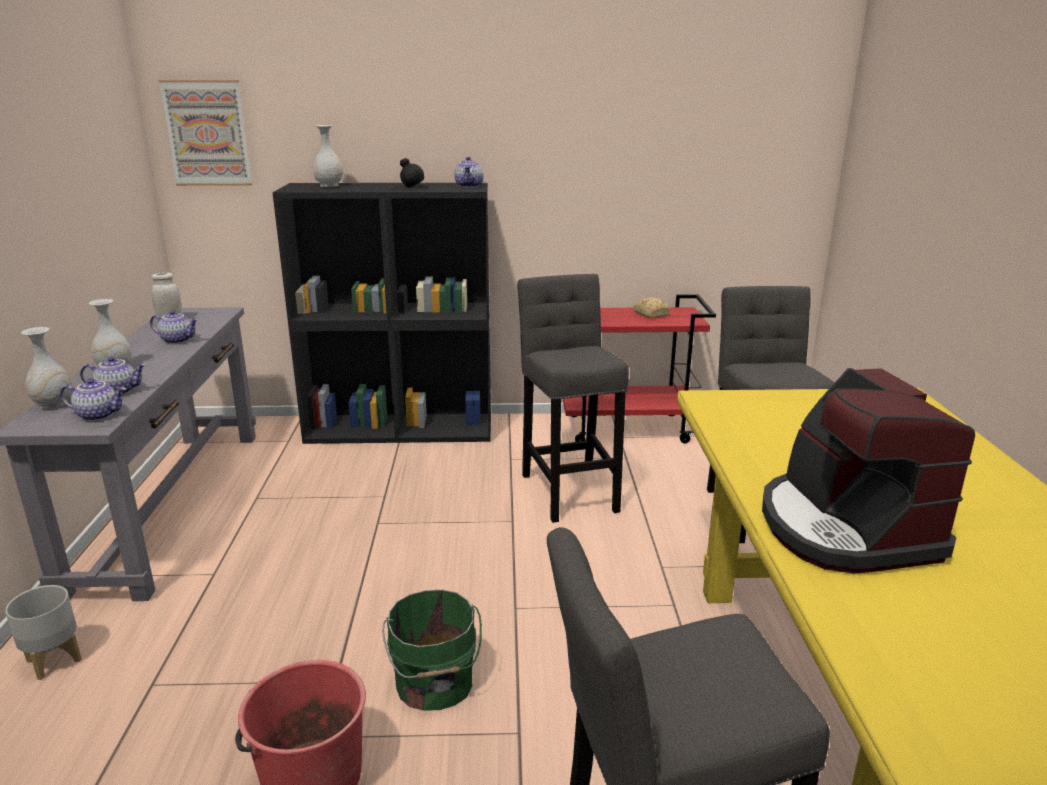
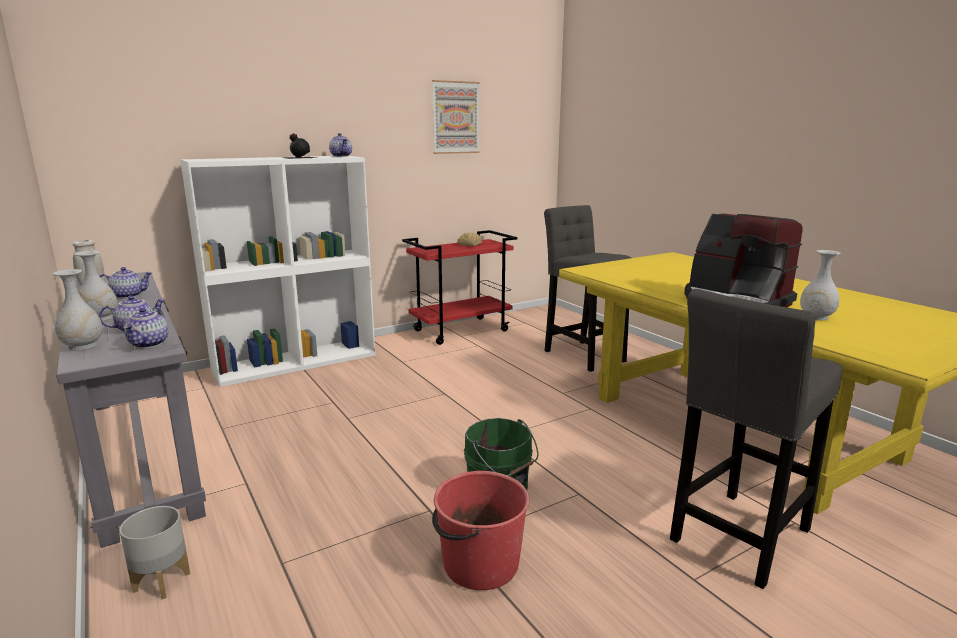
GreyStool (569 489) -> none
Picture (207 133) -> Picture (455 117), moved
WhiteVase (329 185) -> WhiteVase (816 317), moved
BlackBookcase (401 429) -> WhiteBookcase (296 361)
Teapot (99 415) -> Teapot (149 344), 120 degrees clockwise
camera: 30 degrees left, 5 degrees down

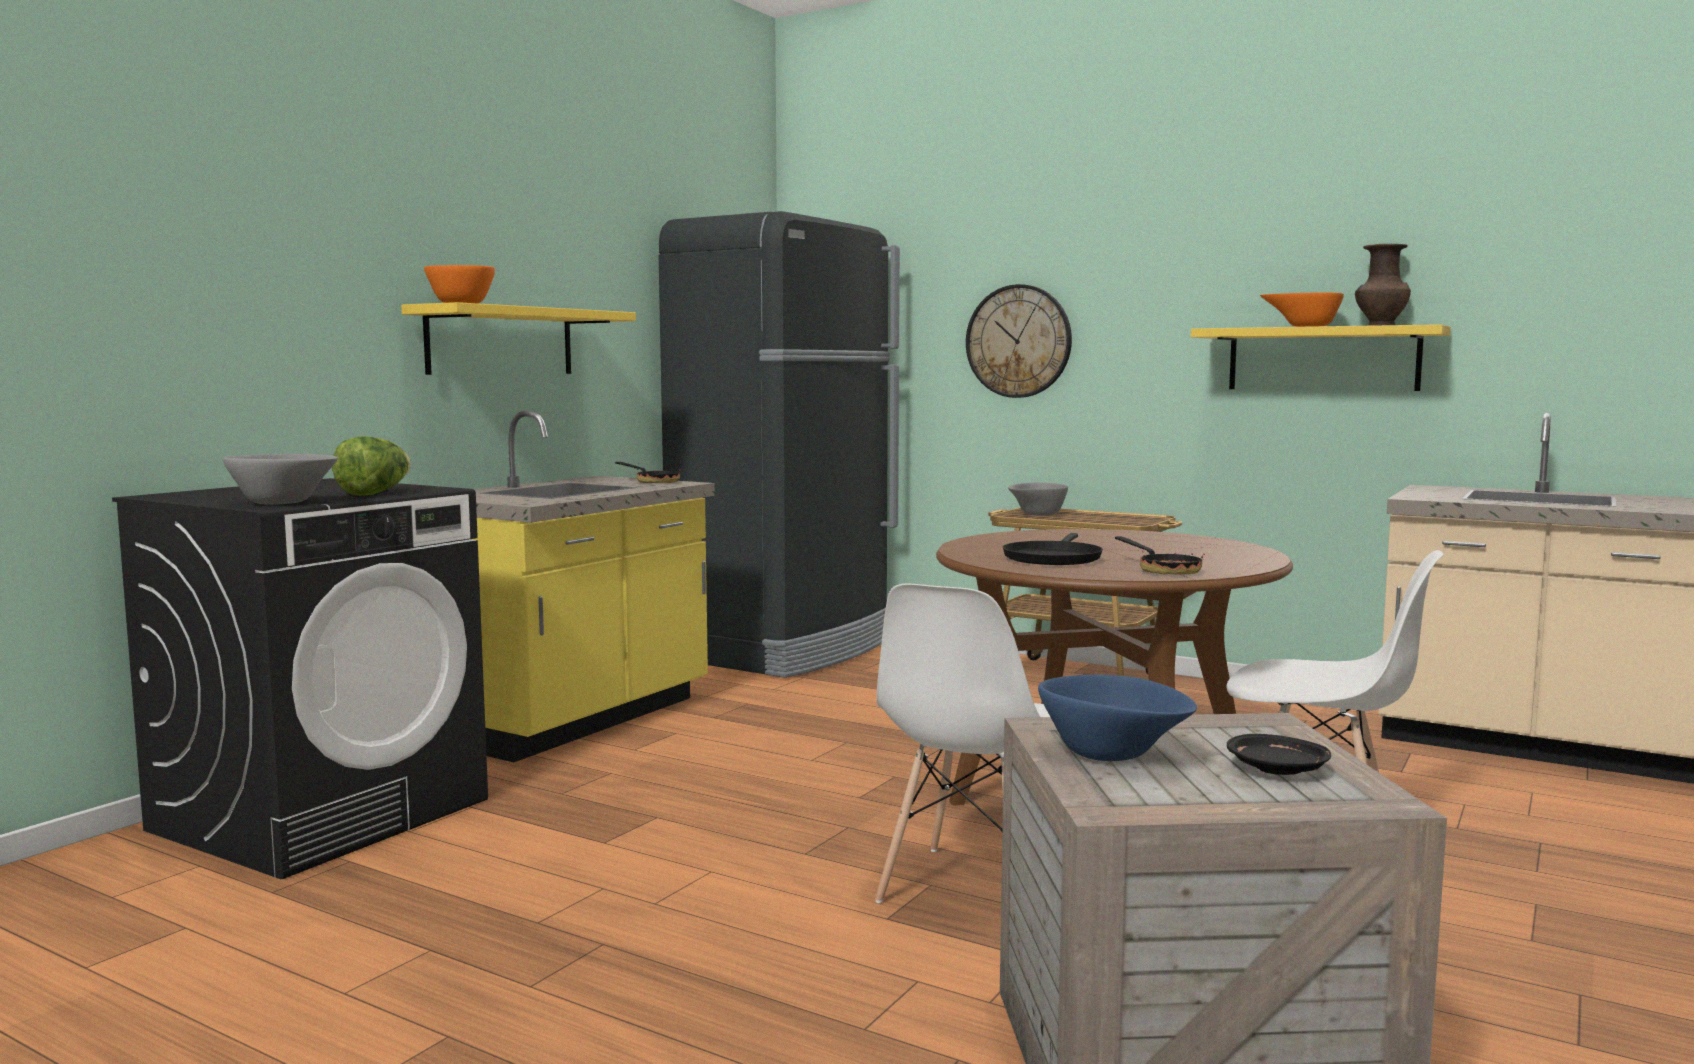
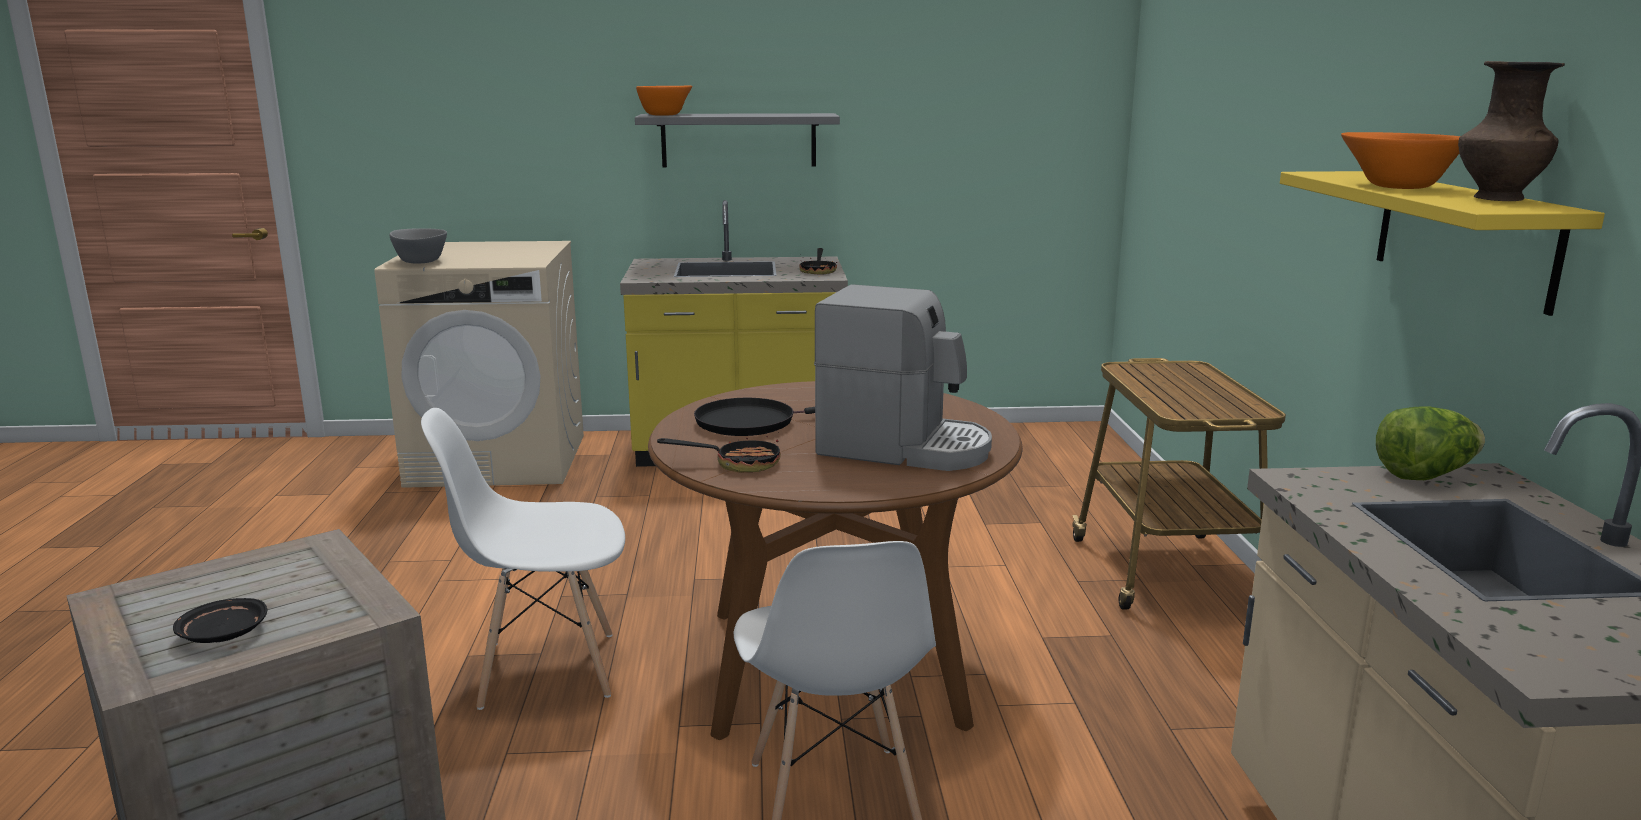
BlackFridge (785 650) -> none
WallClock (1018 341) -> none
GreyBowl (1036 515) -> none
BlueBowl (1116 756) -> none
none -> CoffeeMachine (904 448)
Lettuce (375 493) -> Lettuce (1425 475), moved
BlackWashingMachine (322 814) -> BeigeWashingMachine (499 460)
YellowShelf (501 341) -> GreyShelf (738 140)
FryingPan (1163 570) -> FryingPan (737 464), 120 degrees counterclockwise
camera: 55 degrees right, 10 degrees up

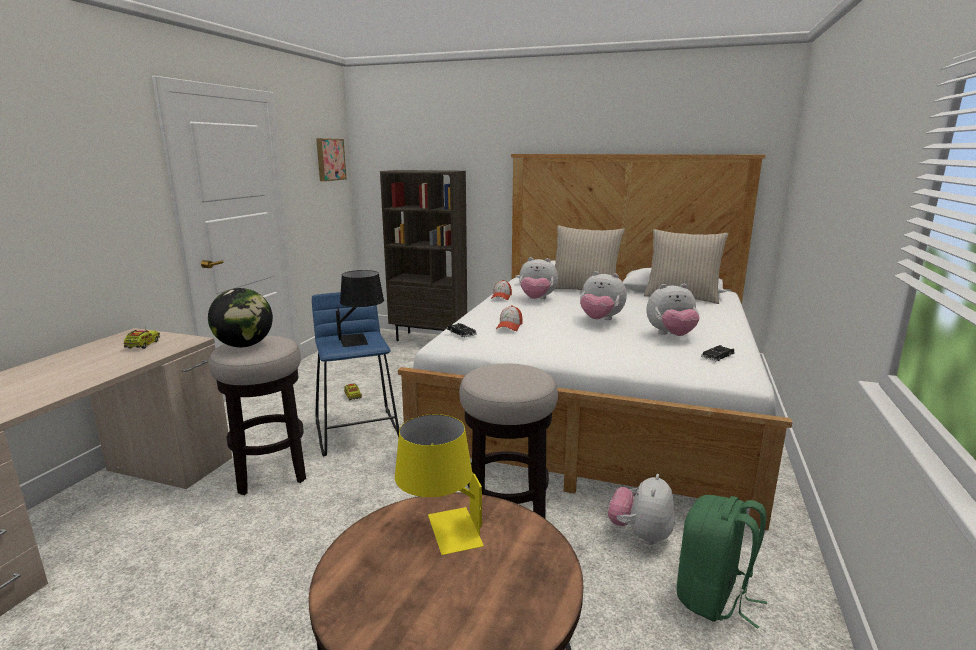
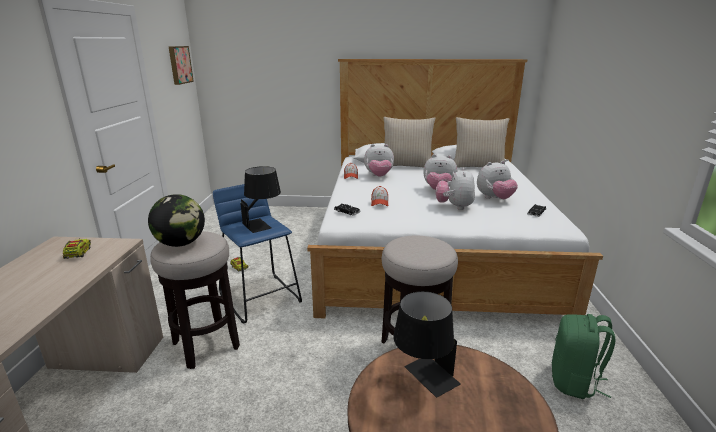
BrownBookcase (429 339) -> none
PlushToy (640 534) -> PlushToy (454 207), moved
YellowTableLamp (440 533) -> BlackTableLamp (423 379)
camera: 15 degrees left, 5 degrees up

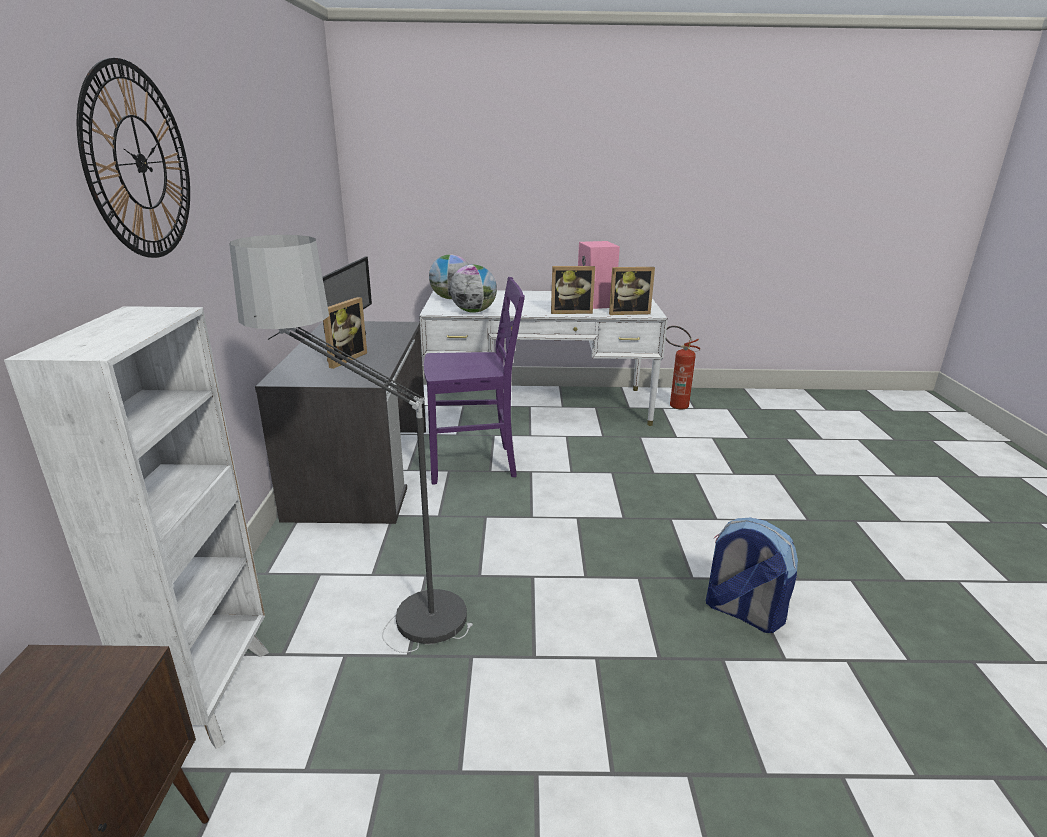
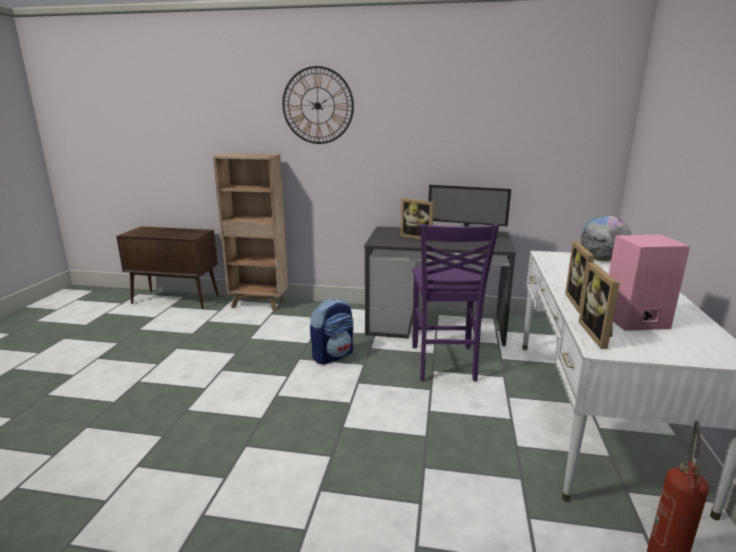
FloorLamp (378 611) -> none
Globe (473 311) -> none
Backpack (741 612) -> Backpack (333 355), moved
WhiteBookcase (213 691) -> BrownBookcase (259 304)
camera: 100 degrees right, 5 degrees down

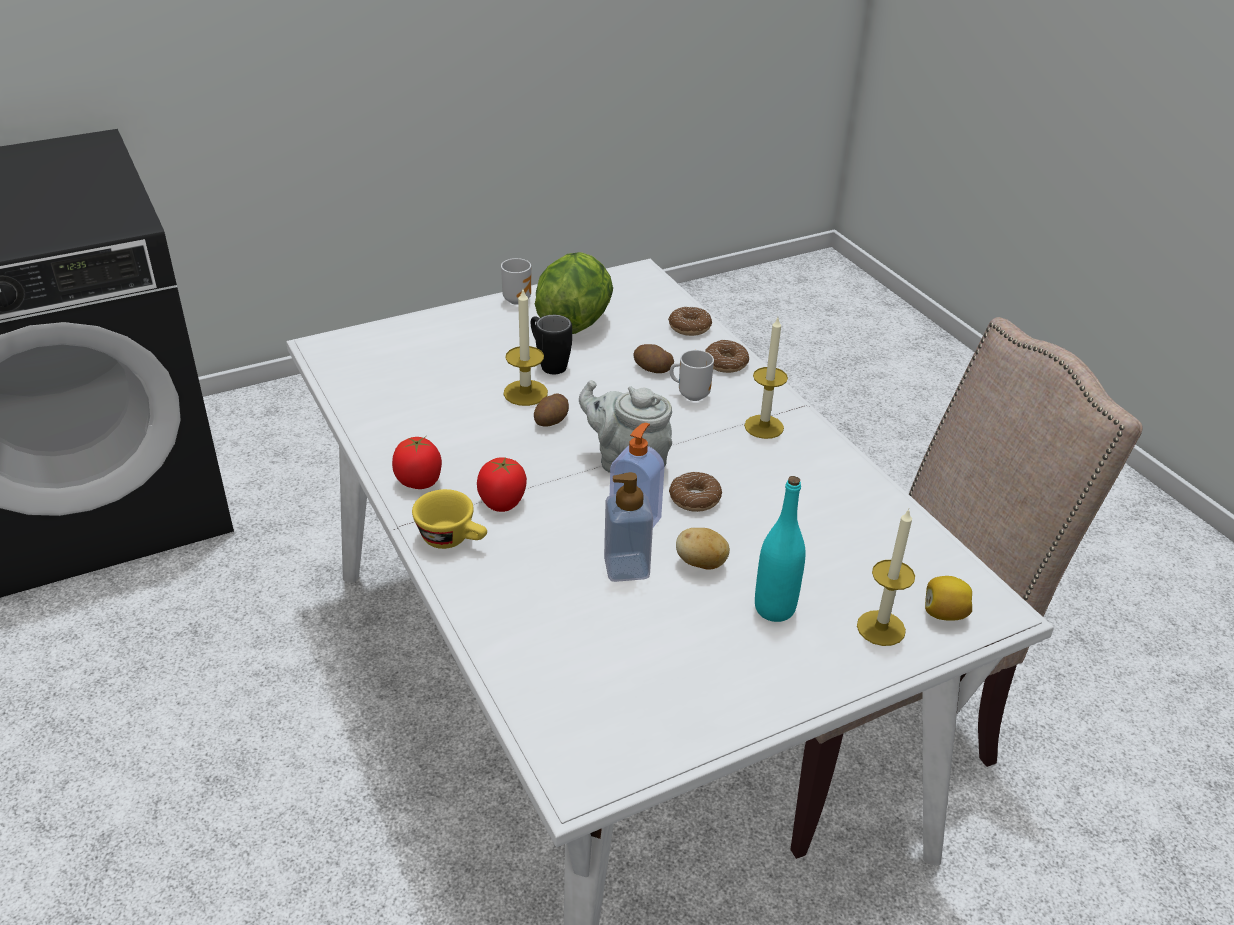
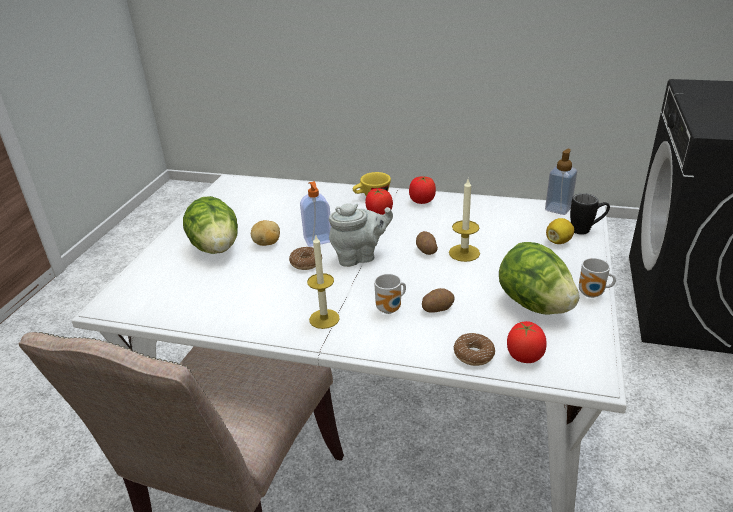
Donut (725 363) -> none
Candle (881 628) -> none
none -> Tomato (524 356)
BlackMug (548 363) -> BlackMug (586 230), moved
SoapDispenser (626 568) -> SoapDispenser (558 209), moved
Lemon (944 614) -> Lemon (558 241), moved
TurquoiseBottle (774 608) -> Lettuce (216 248)
camera: 135 degrees right, 5 degrees down

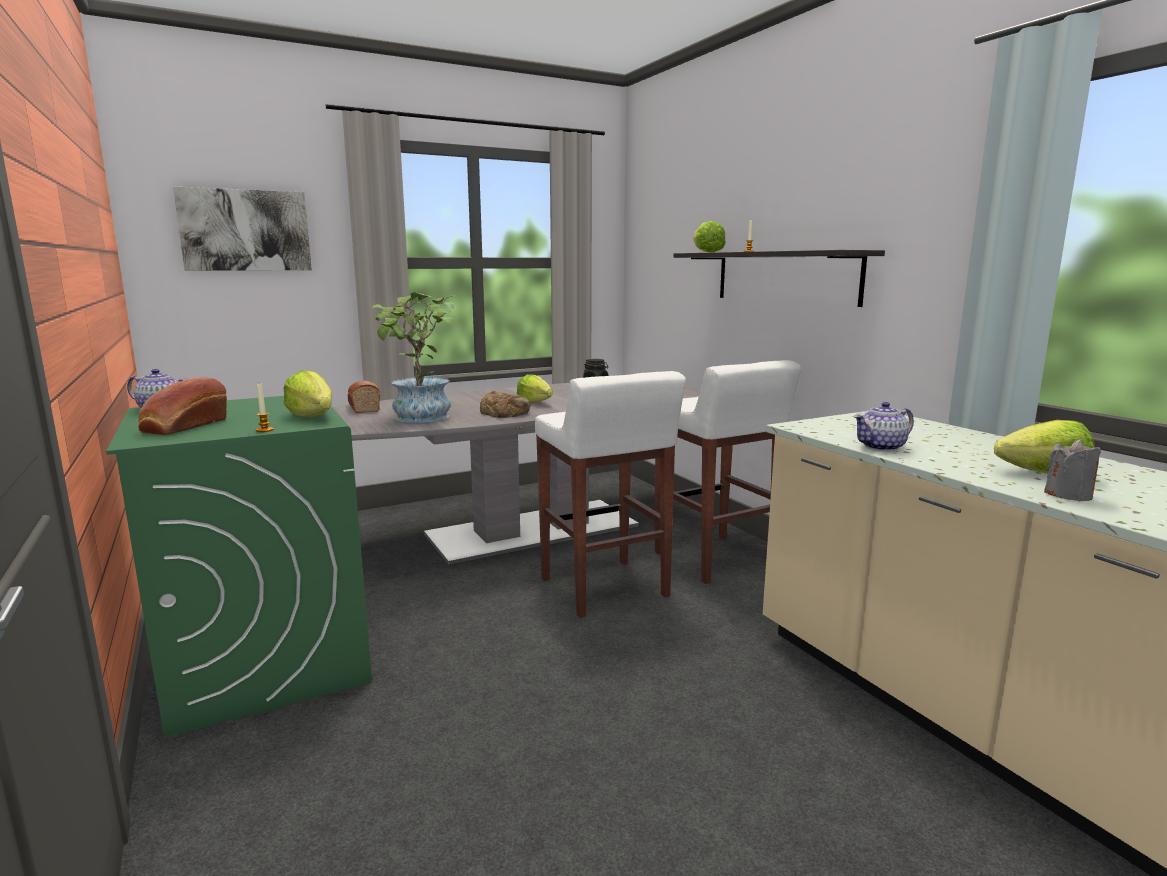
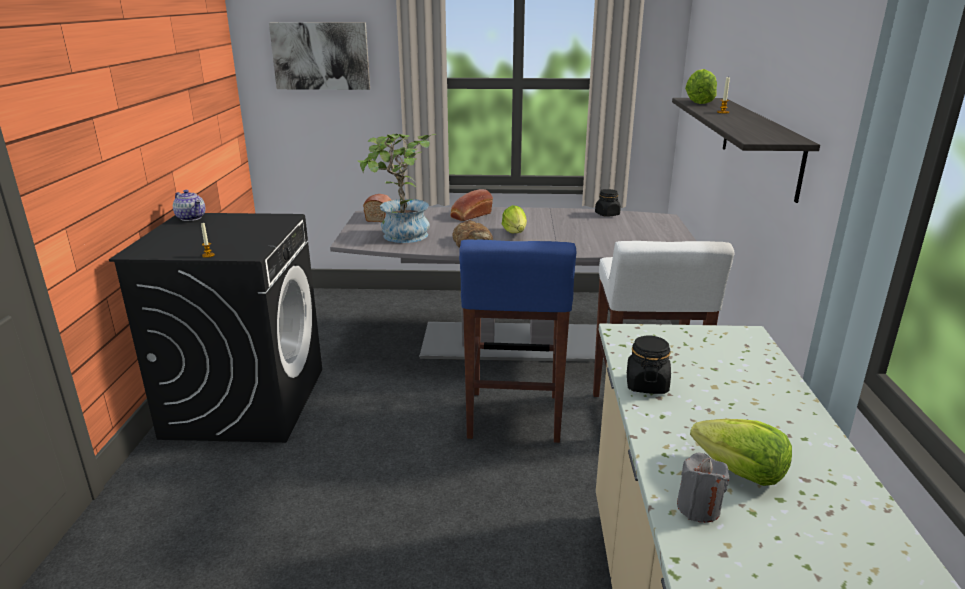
Lettuce (312 416) -> none
Bread (183 426) -> Bread (470 215), moved
Teapot (882 447) -> BlackJar (646 384)
GreenWashingMachine (265 658) -> BlackWashingMachine (246 401)
WhiteStool (604 588) -> BlueStool (513 417)
camera: 30 degrees right, 10 degrees up

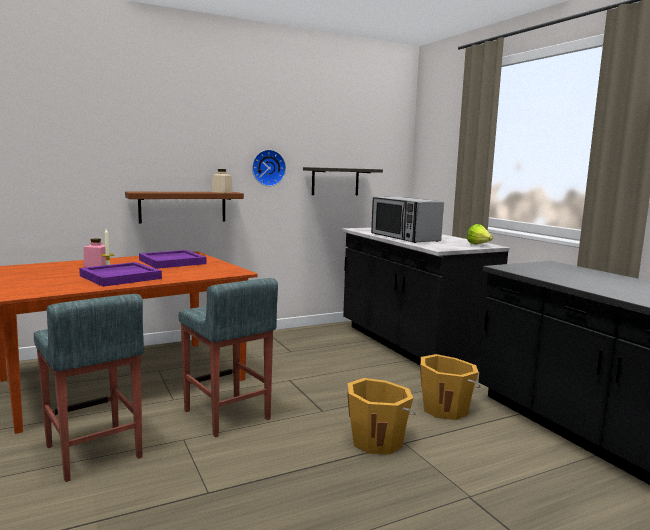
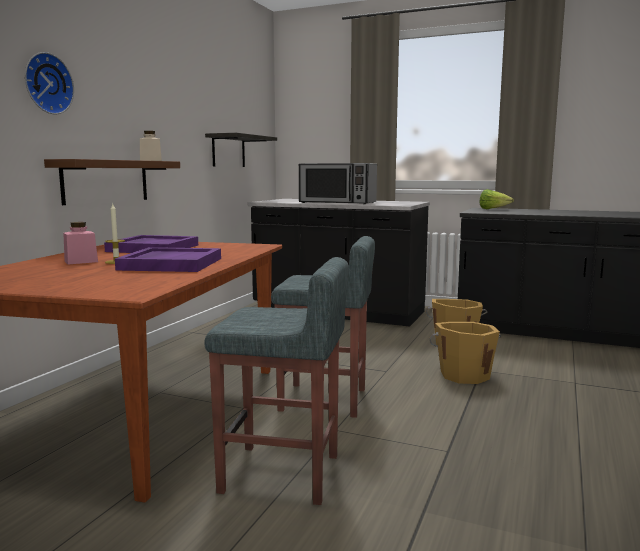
WallClock (268 167) -> WallClock (46 84), moved
Lettuce (479 245) -> Lettuce (493 209), moved
camera: 40 degrees left, 0 degrees up

